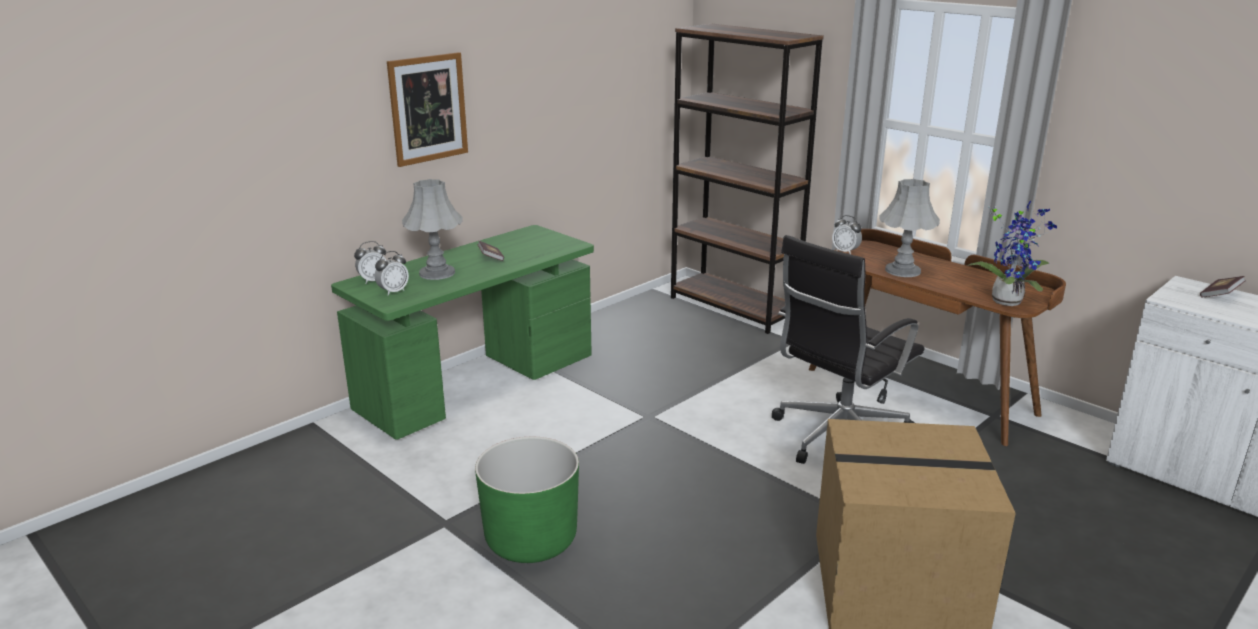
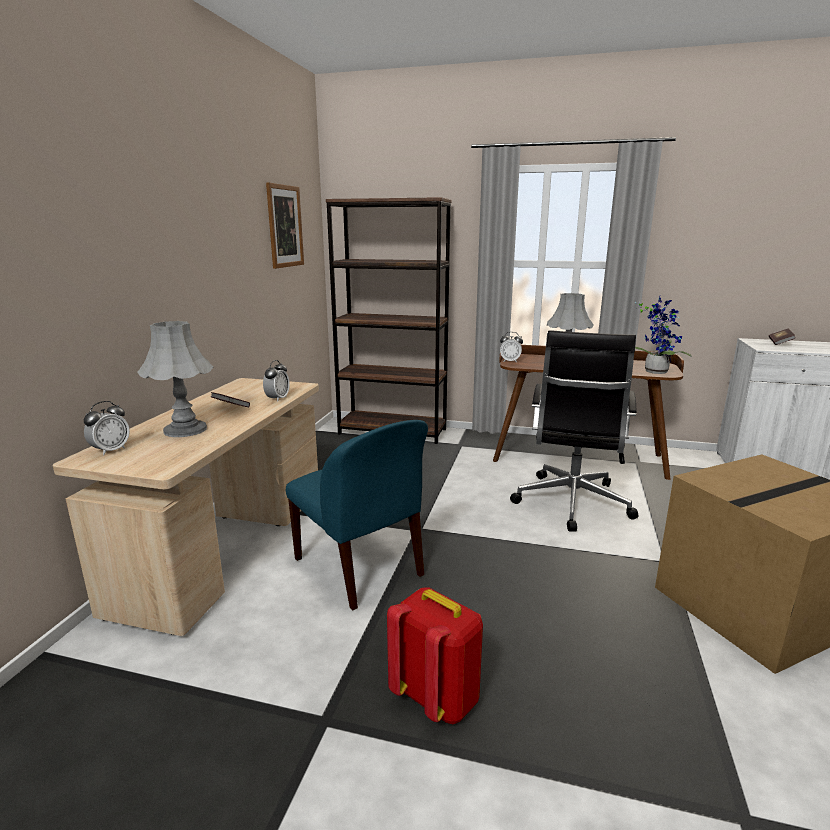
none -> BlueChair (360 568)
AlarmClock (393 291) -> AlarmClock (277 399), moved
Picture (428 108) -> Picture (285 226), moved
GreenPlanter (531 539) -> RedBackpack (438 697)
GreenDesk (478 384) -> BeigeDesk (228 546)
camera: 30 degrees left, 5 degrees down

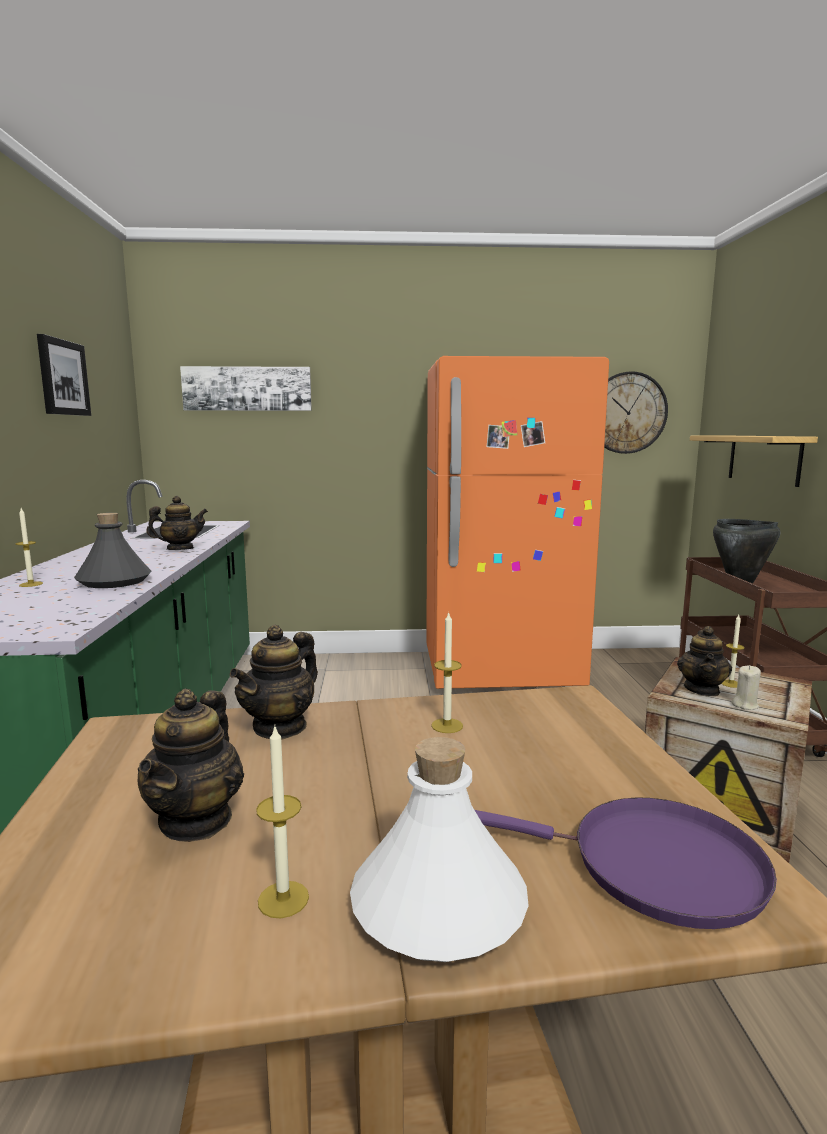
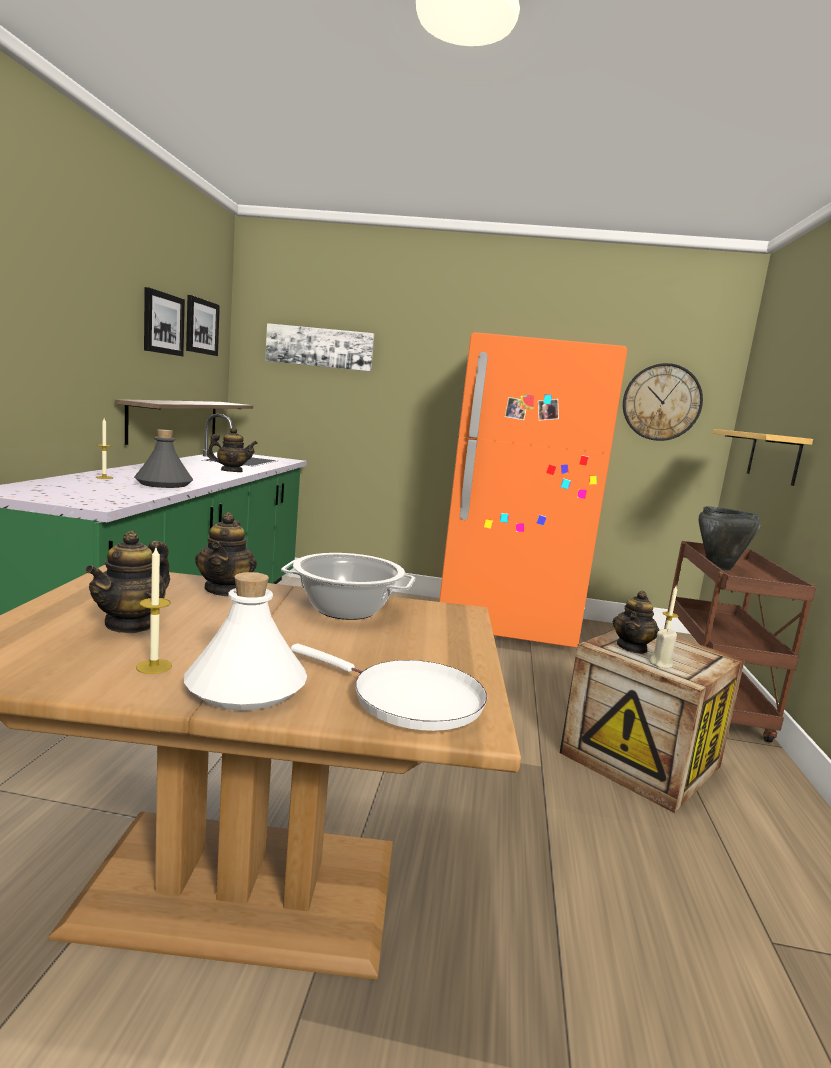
none -> Shelf (175 420)
none -> Picture (201 326)
Candle (447 725) -> CookingPot (345 609)
PurpleFryingPan (653 866) -> WhiteFryingPan (409 699)
Teapot (280 727) -> Teapot (225 590), 45 degrees counterclockwise
camera: 10 degrees right, 0 degrees up

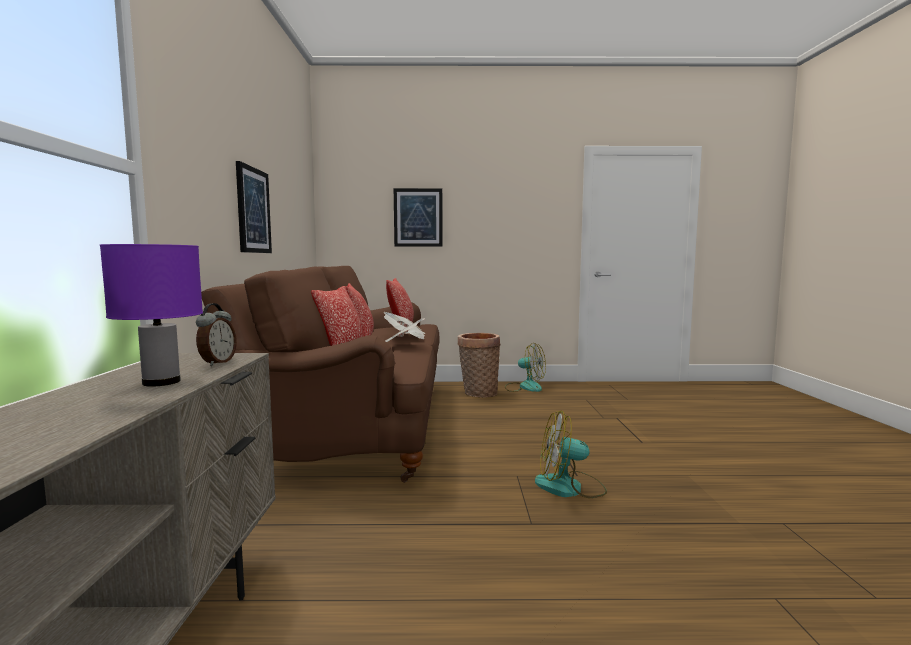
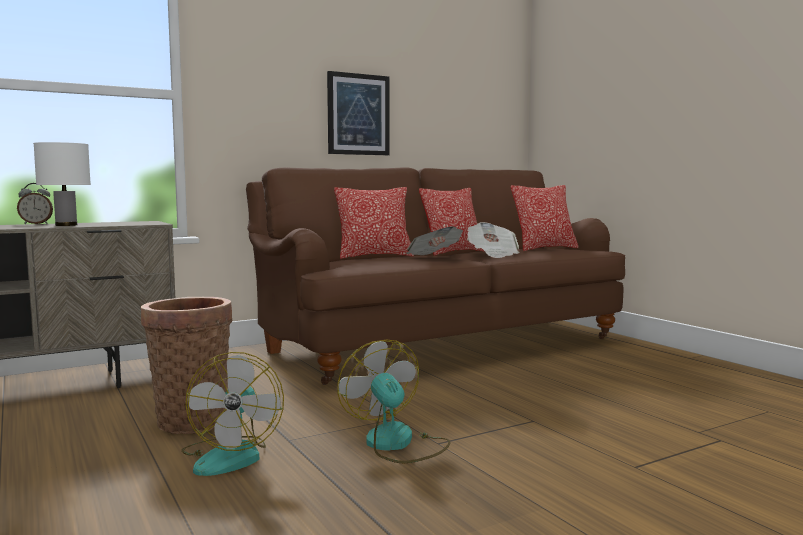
Picture (418 217) -> none
AlarmClock (217 363) -> AlarmClock (36 224), moved
Basket (478 393) -> Basket (191 420), moved
Fan (524 387) -> Fan (231 455), moved
PurpleTableLamp (160 382) -> WhiteTableLamp (65 225)
camera: 60 degrees right, 0 degrees up

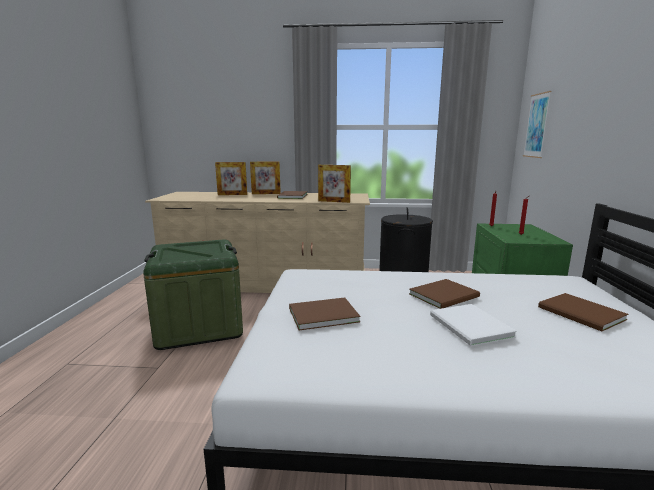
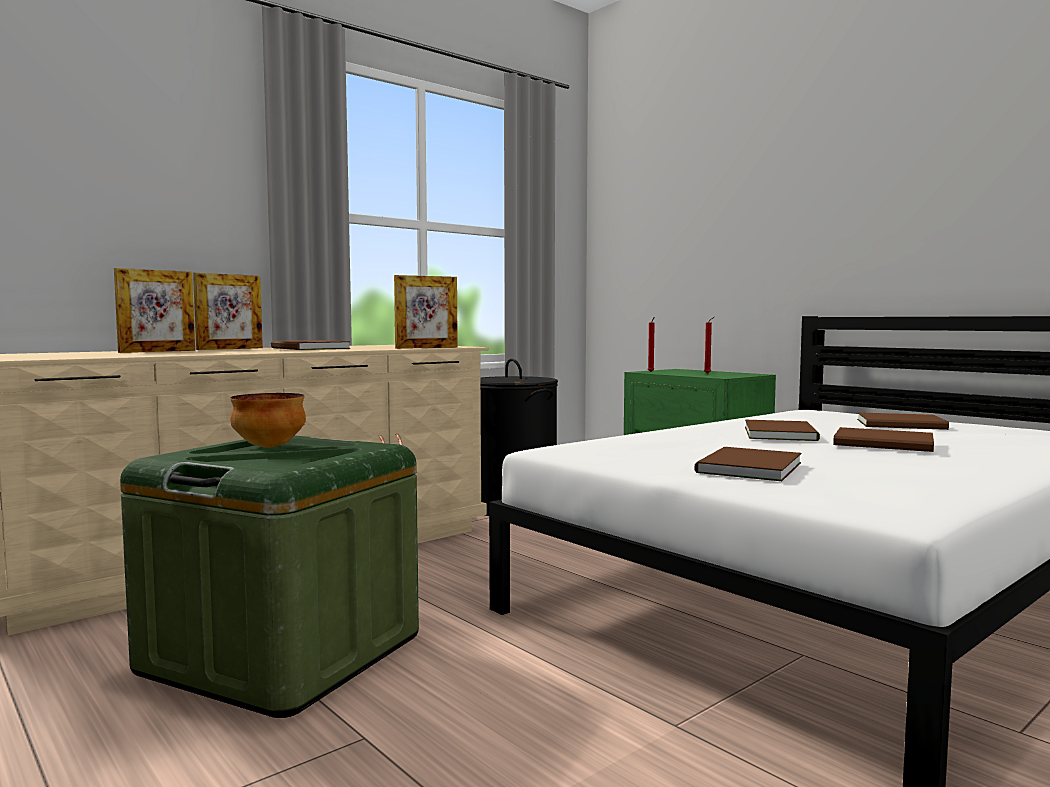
Picture (536 125) -> none
none -> Bowl (270 447)
WhiteBook (470 327) -> BrownBook (886 444)
camera: 45 degrees left, 10 degrees down

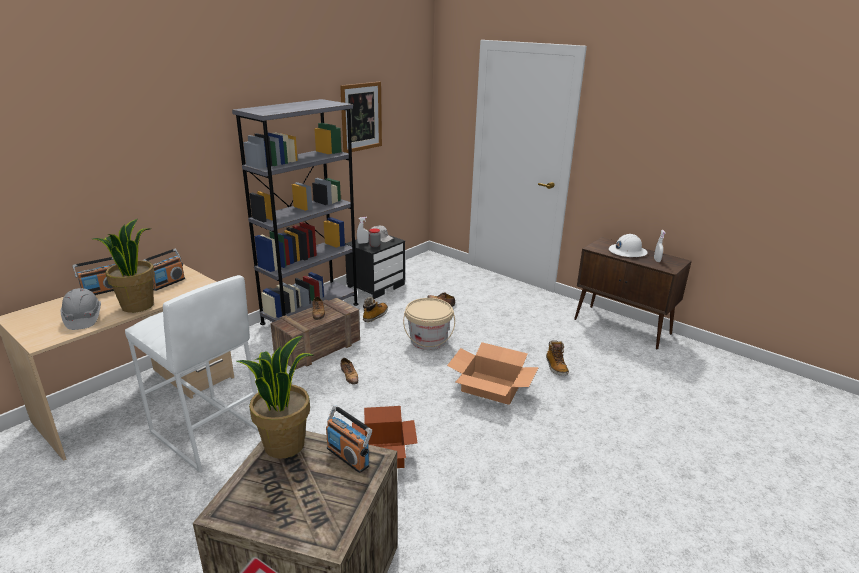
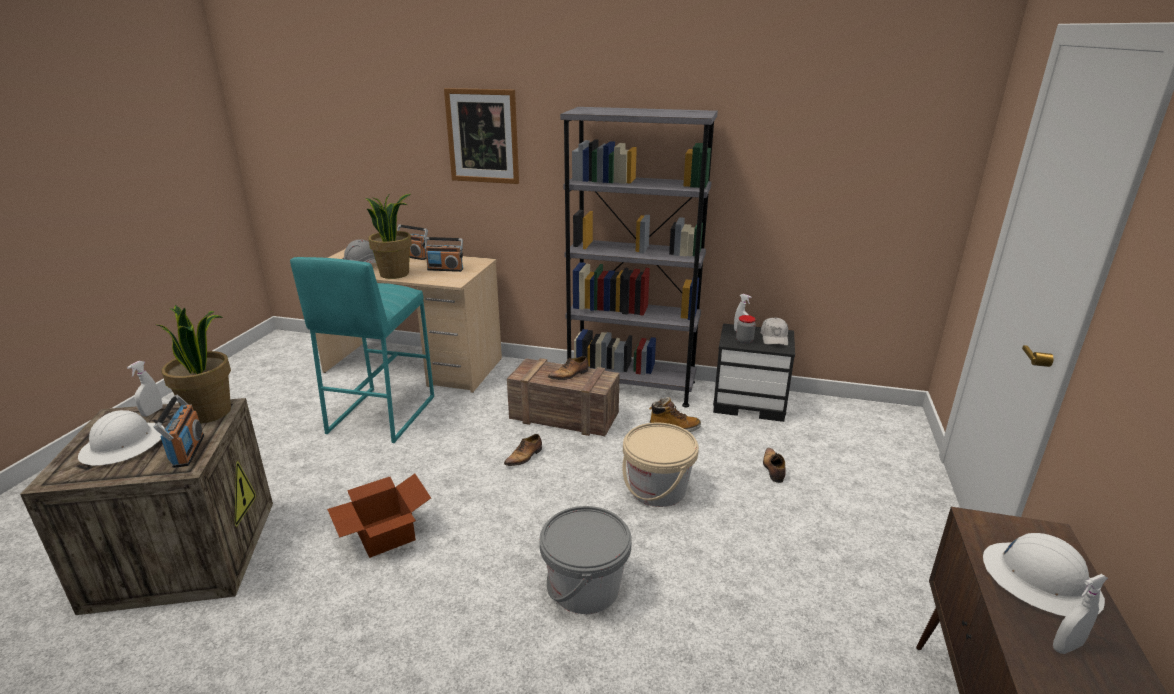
Boot (556 367) -> none
none -> WhiteHardHat (124 445)
none -> WhiteSprayBottle (152 412)
Picture (361 117) -> Picture (482 136), moved
CardboardBox (491 387) -> GreyBucket (585 588)
WhiteStool (206 433) -> TurquoiseStool (380 414)
Radio (348 456) -> Radio (187 451), 150 degrees clockwise
camera: 65 degrees right, 0 degrees up

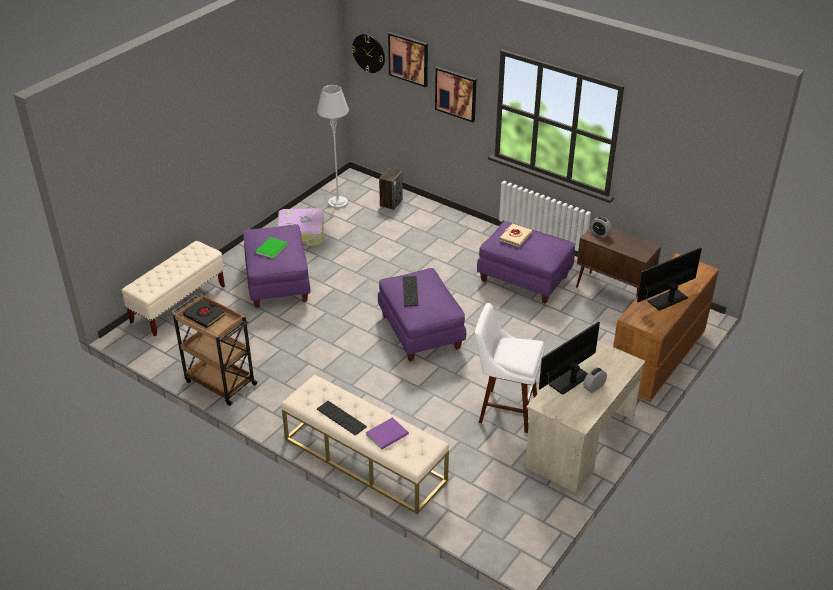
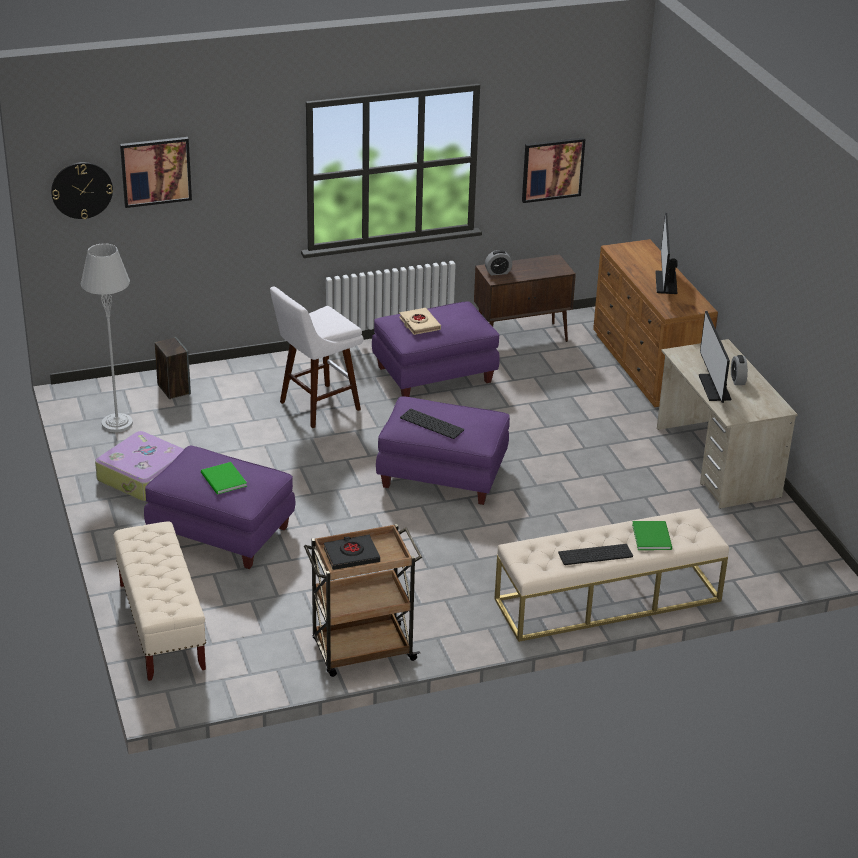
Picture (456 94) -> Picture (552 169), moved
WhiteStool (504 410) -> WhiteStool (316 407), moved
PurpleBook (388 434) -> GreenBook (652 536)
camera: 55 degrees left, 5 degrees down

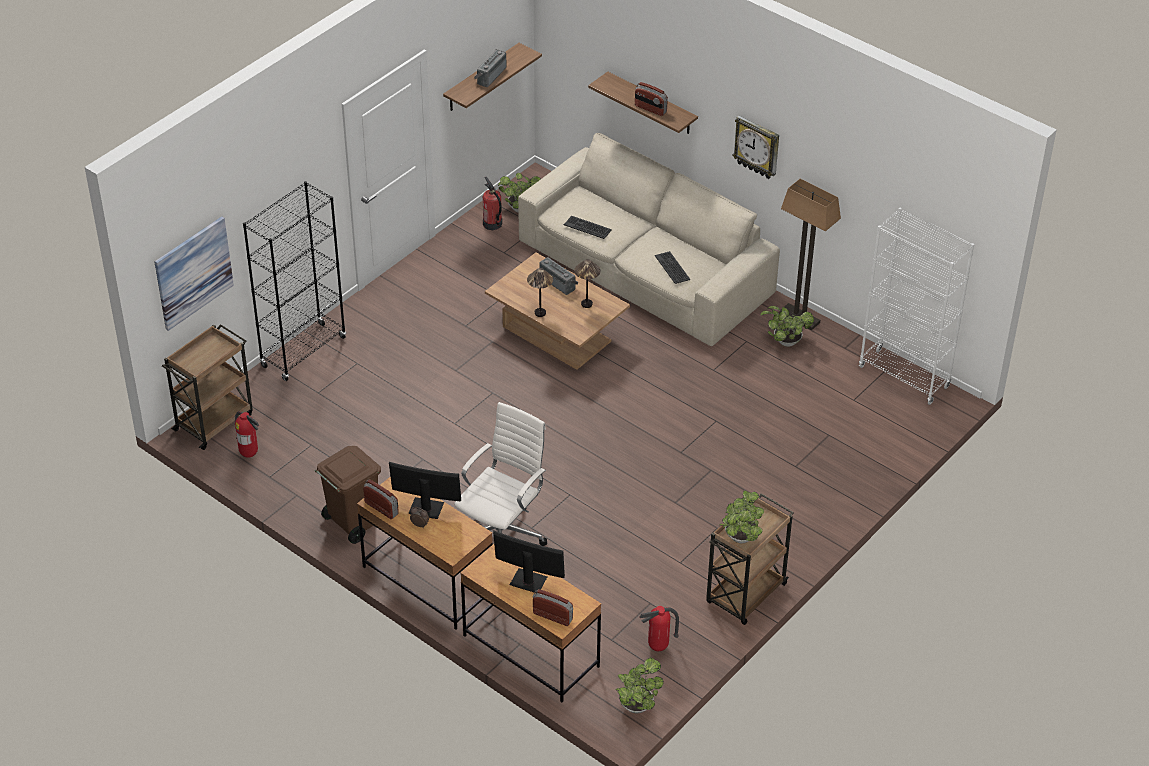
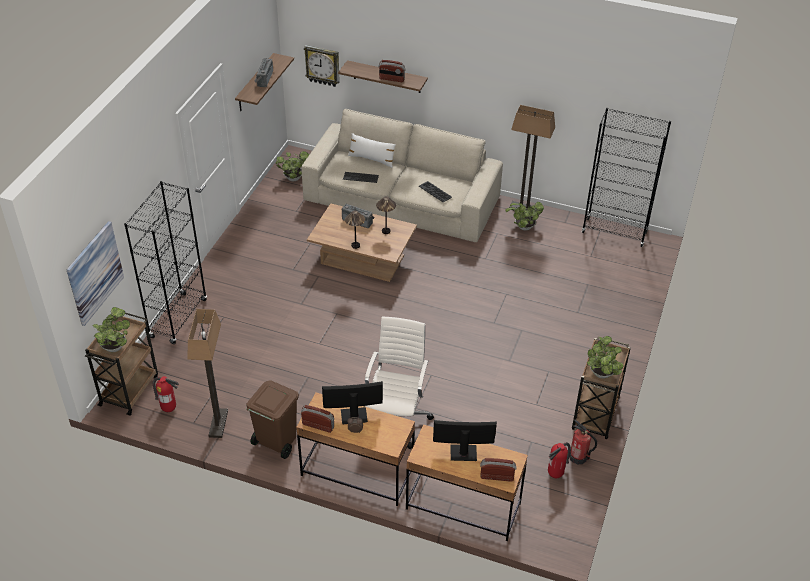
none -> FloorLamp (218 424)
none -> WhitePillow (371 159)
FireExtinguisher (492 224) -> FireExtinguisher (578 457), moved
PottedPlant (637 704) -> PottedPlant (115 346), moved
WallClock (757 147) -> WallClock (322 65), moved
WhiteBookcase (904 377) -> BlackBookcase (614 232)
camera: 20 degrees left, 0 degrees up

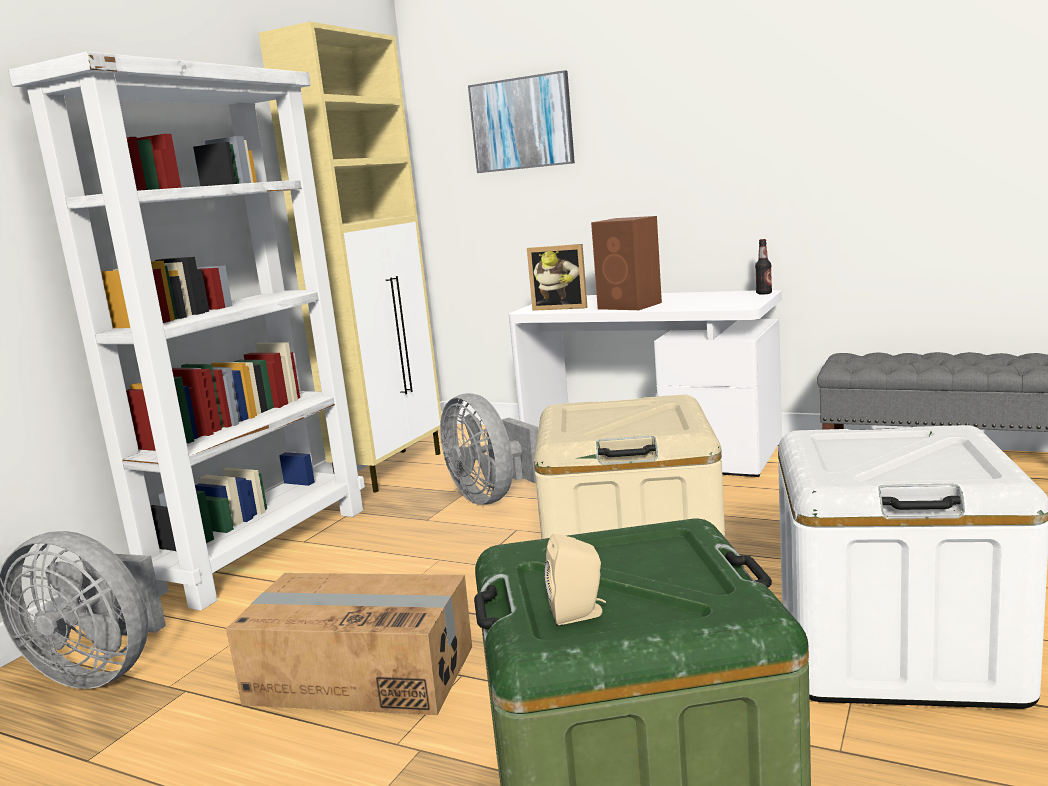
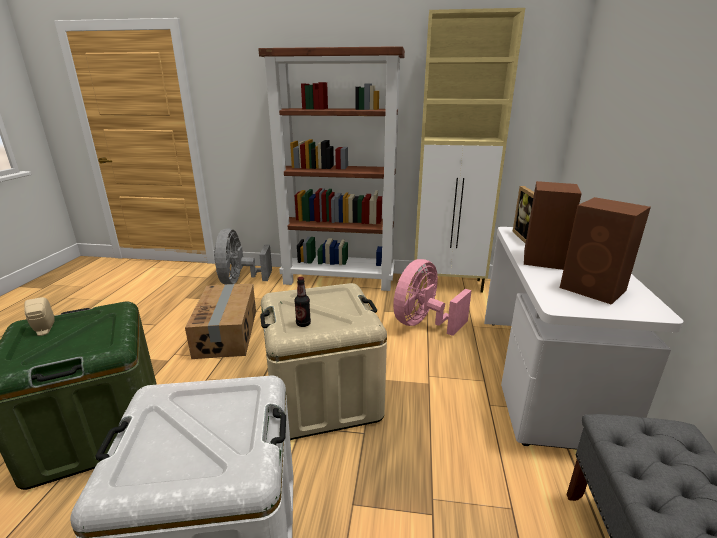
Picture (522 123) -> none
none -> BrownSpeaker (594 289)
Bottle (764 293) -> Bottle (303 324), moved
WhiteBookcase (261 549) -> BrownBookcase (340 279)
GreyFan (491 497) -> PinkFan (423 323)
camera: 70 degrees right, 10 degrees up

